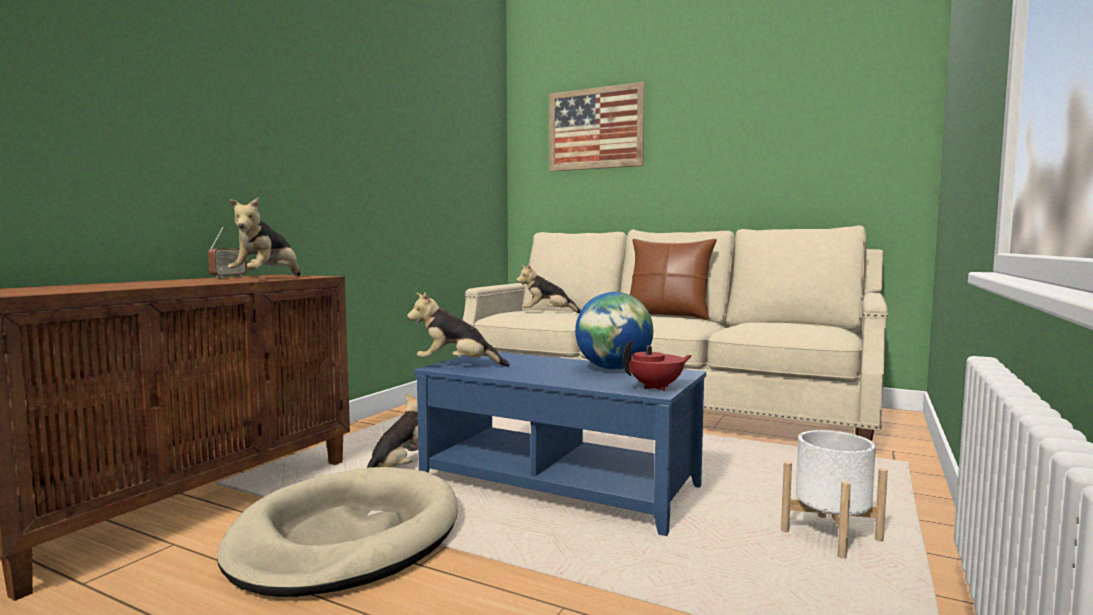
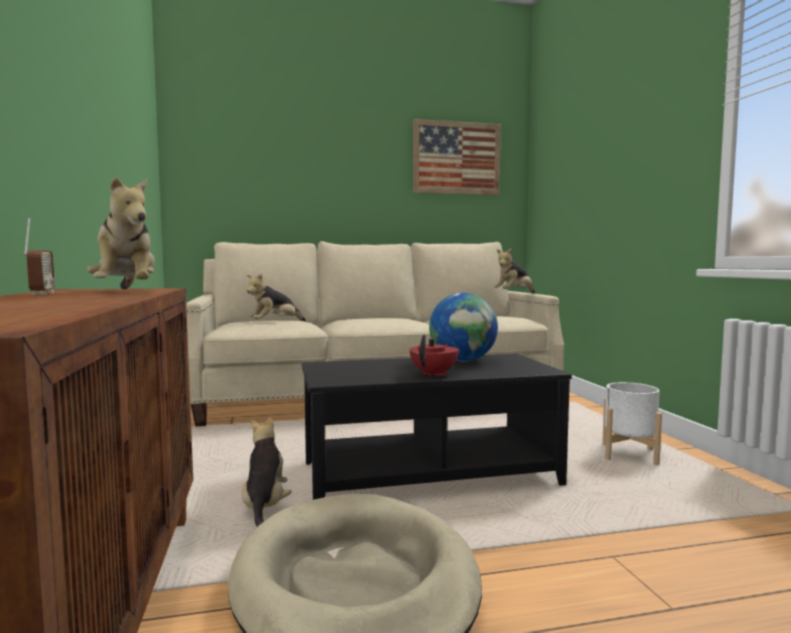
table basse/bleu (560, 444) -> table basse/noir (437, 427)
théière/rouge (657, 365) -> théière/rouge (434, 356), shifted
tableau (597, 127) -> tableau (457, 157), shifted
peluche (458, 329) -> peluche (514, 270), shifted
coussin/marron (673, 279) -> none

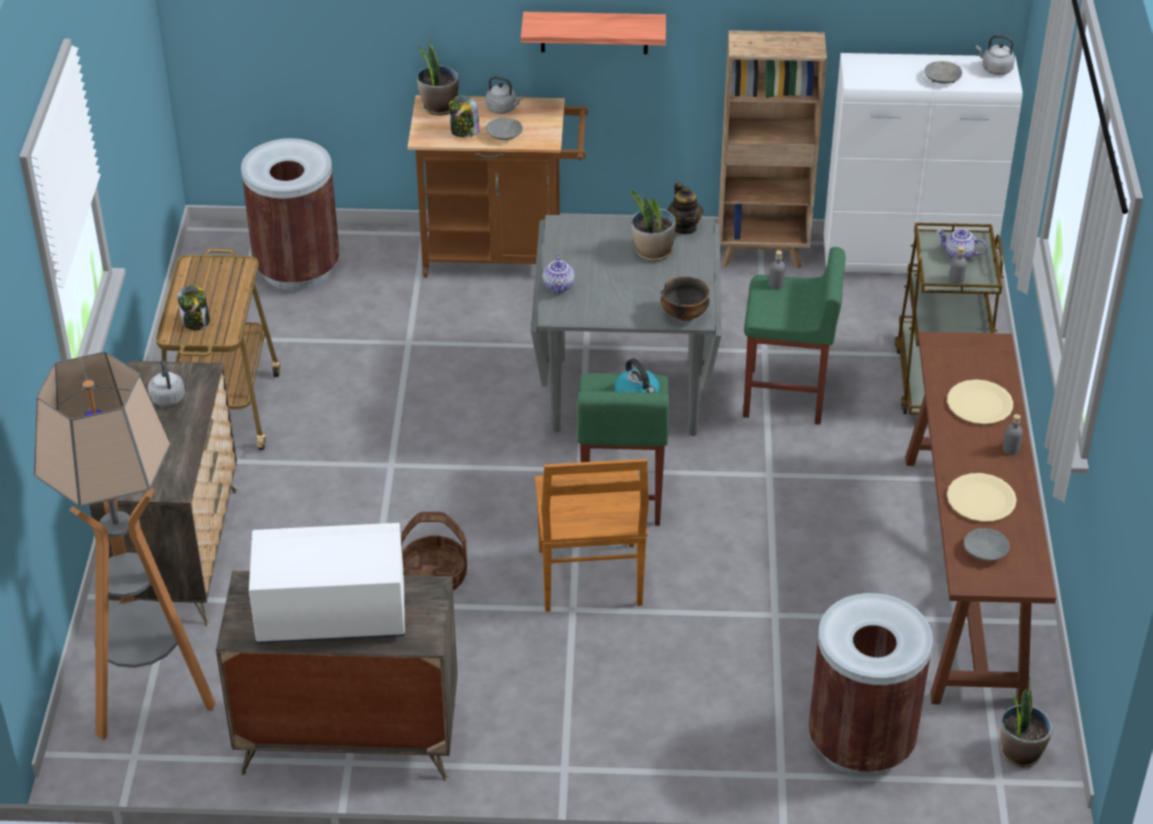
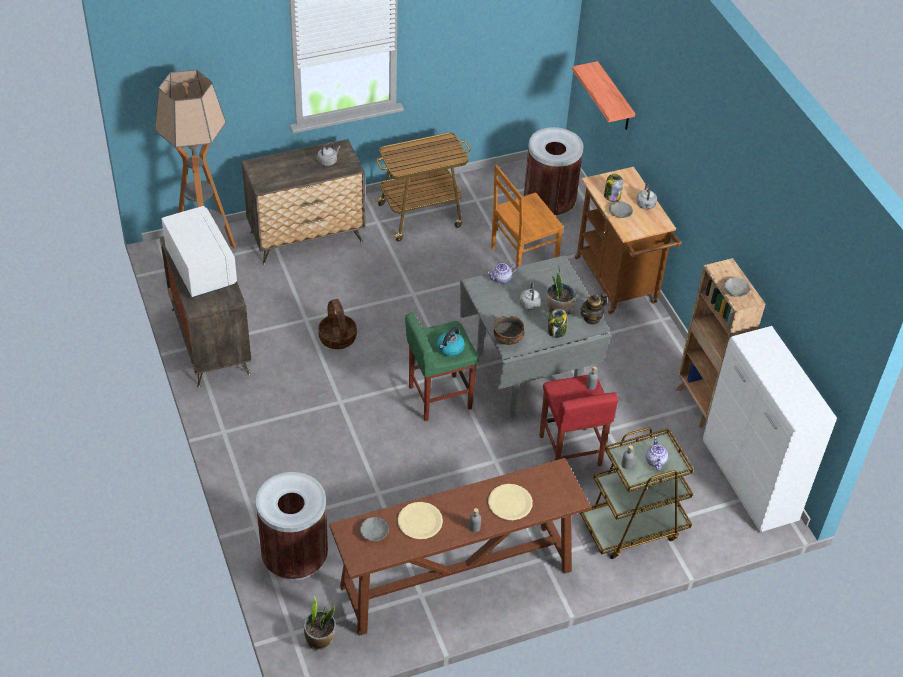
chaise/marron (592, 535) -> chaise/marron (527, 216), shifted
bouilloire/gris (995, 55) -> bouilloire/gris (530, 296), shifted
tabouret/vert (794, 336) -> tabouret/rouge (578, 421)
bocal (193, 308) -> bocal (557, 323), shifted
étagère (593, 33) -> étagère (603, 95), shifted
bol/gris (943, 72) -> bol/gris (737, 287), shifted
plante en pot (438, 76) -> none

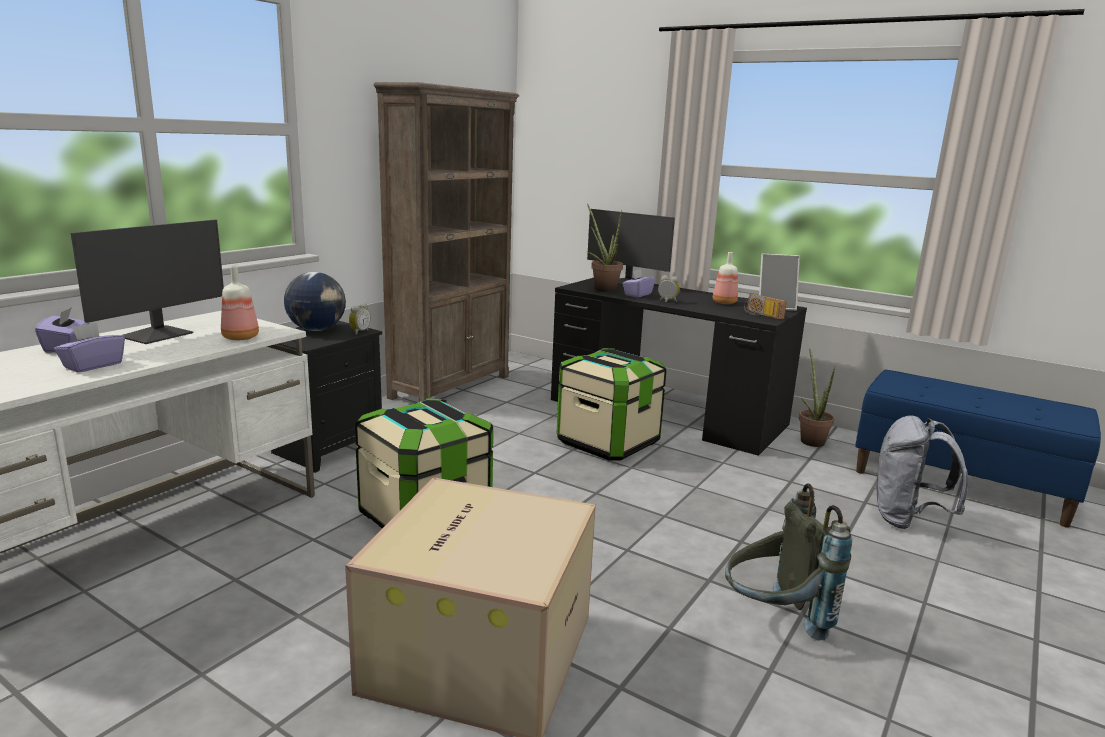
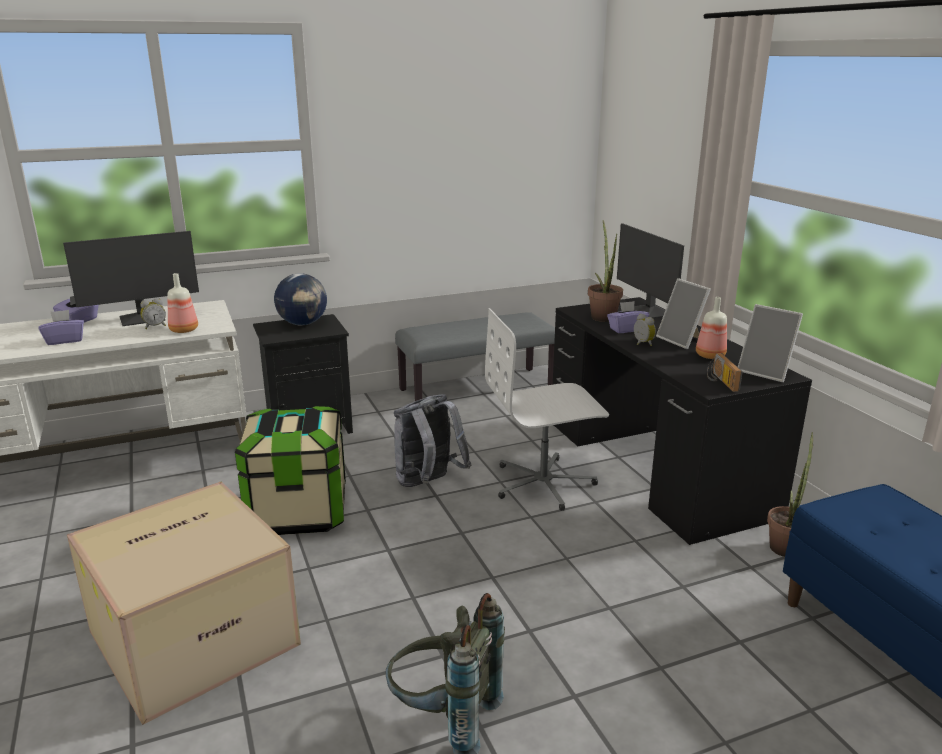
réveil (360, 319) -> réveil (153, 313), shifted
sac à dos/gris (921, 472) -> sac à dos/gris (433, 440), shifted
bibliothèque/marron (446, 242) -> banc/gris (475, 356)
boîte de rangement (611, 404) -> chaise de bureau/blanc (547, 409)
none -> cadre photo (683, 313)

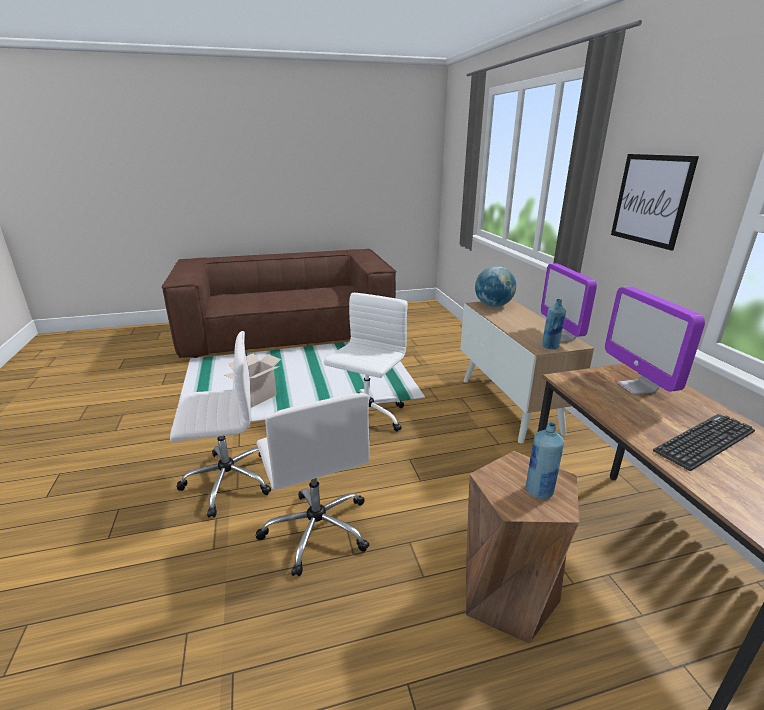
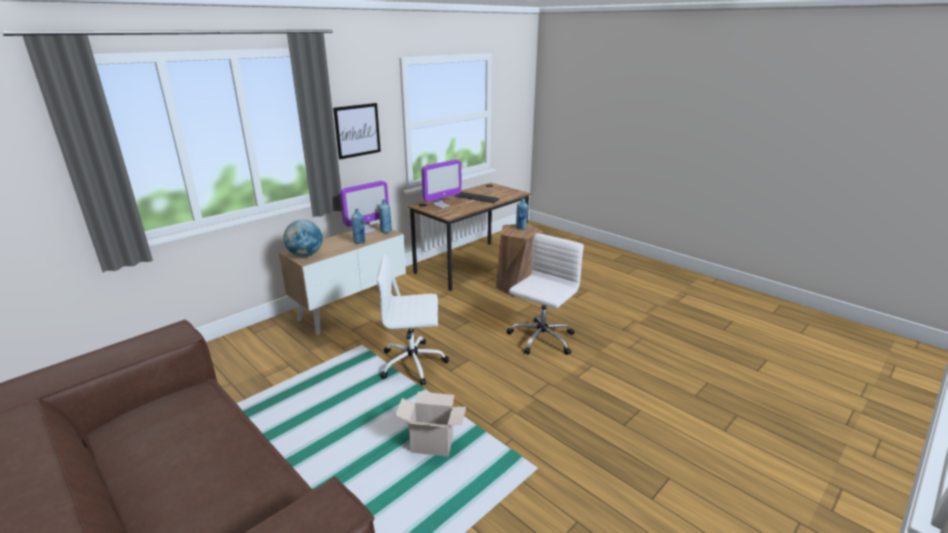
none -> bouteille/bleu (358, 226)
chaise de bureau/blanc (220, 424) -> none

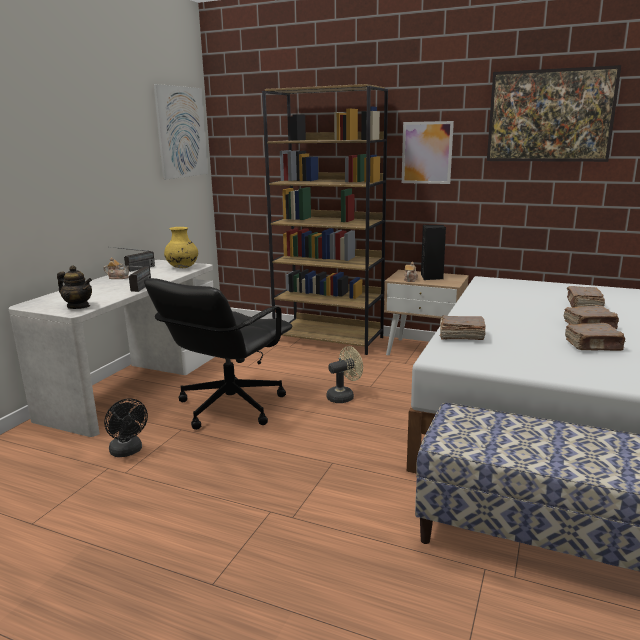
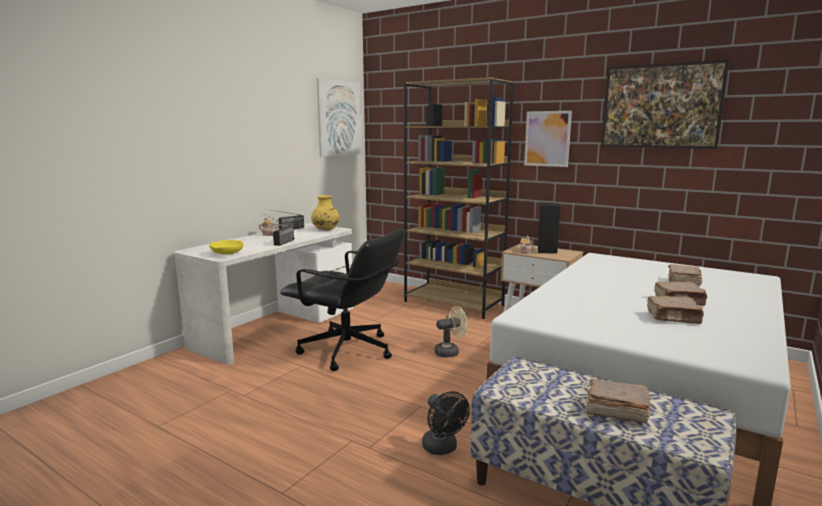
théière (74, 287) -> bol/jaune (226, 247)
chaise de bureau/noir (218, 354) -> chaise de bureau/noir (342, 300), 105 degrees counterclockwise
ventilateur/noir (126, 427) -> ventilateur/noir (446, 423), shifted
livre/marron (462, 327) -> livre/marron (618, 401), shifted

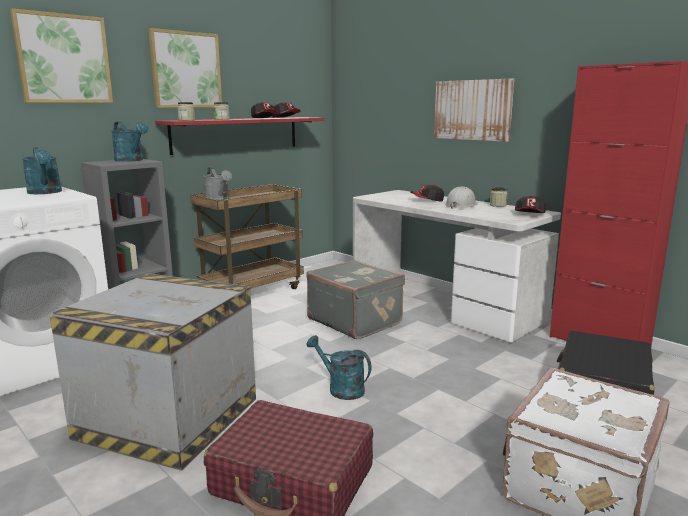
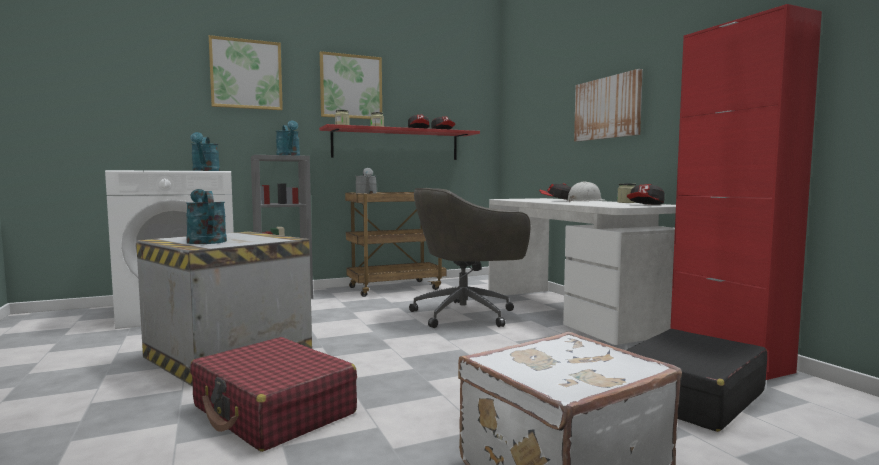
arrosoir/turquoise (339, 367) -> arrosoir/turquoise (206, 216), shifted
valise/gris (355, 299) -> chaise de bureau/gris (469, 258)

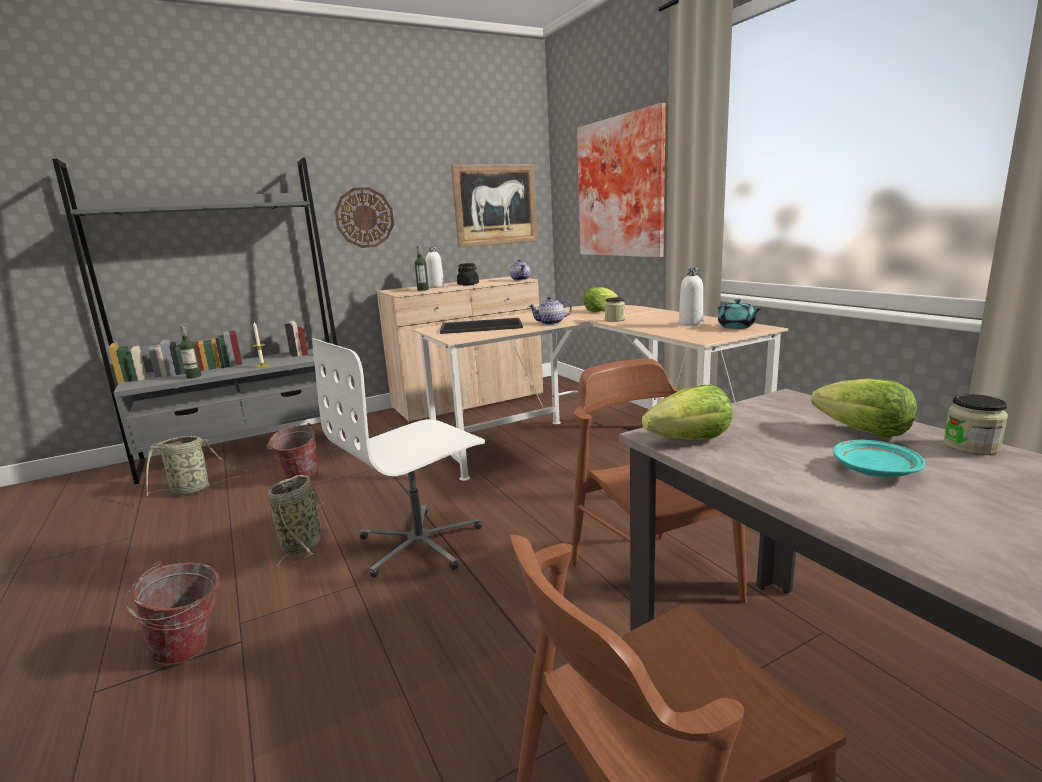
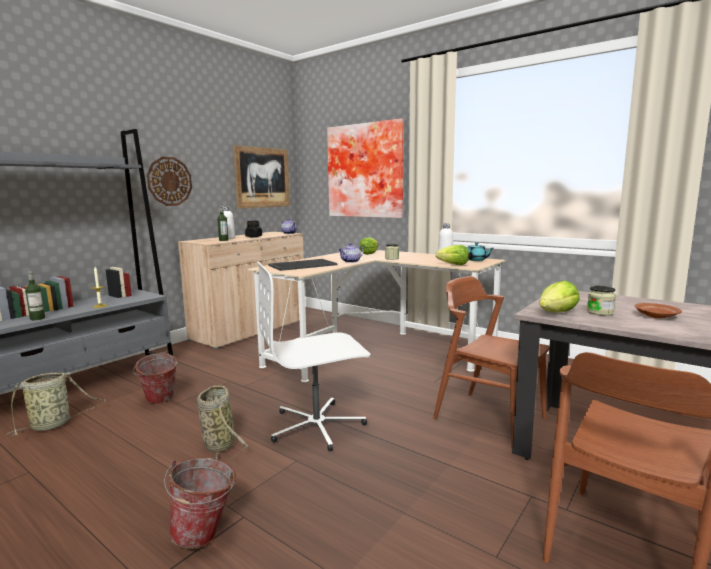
chaise de bureau/blanc (398, 458) -> chaise de bureau/blanc (314, 356), 45 degrees clockwise
laitue (864, 407) -> laitue (452, 255), shifted
bocal (975, 424) -> bocal (601, 301), shifted
assiette/turquoise (879, 458) -> assiette/marron (658, 310)

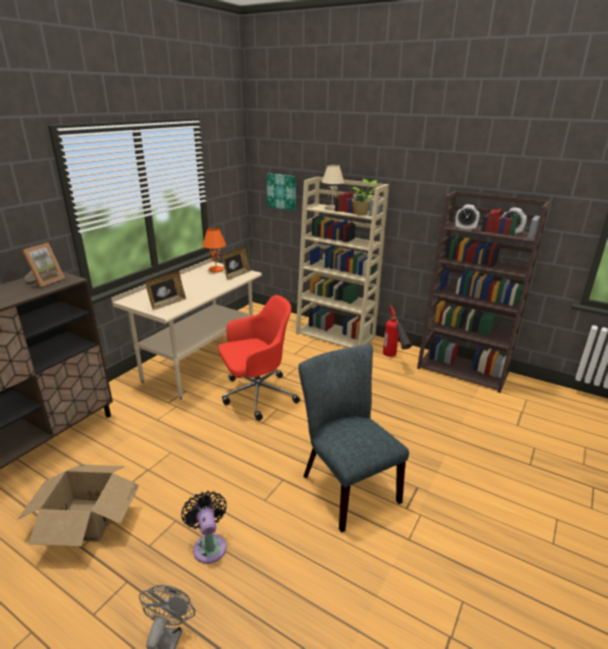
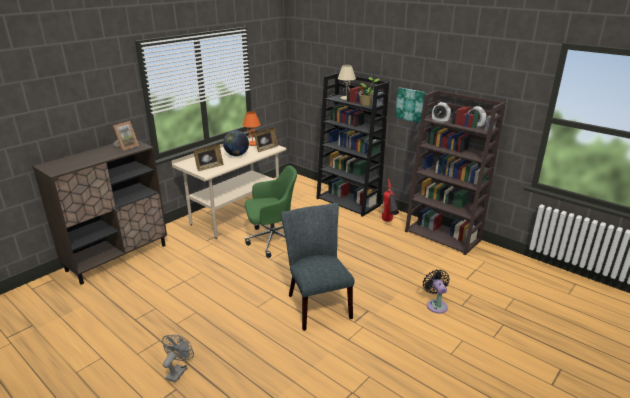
none -> globe (236, 143)
chaise de bureau/rouge (259, 358) -> chaise de bureau/vert (271, 211)
bibliothèque/beige (342, 262) -> bibliothèque/noir (352, 145)
tableau (281, 192) -> tableau (410, 105), shifted
ventilateur/noir (204, 527) -> ventilateur/noir (436, 291), shifted
carton (78, 505) -> none

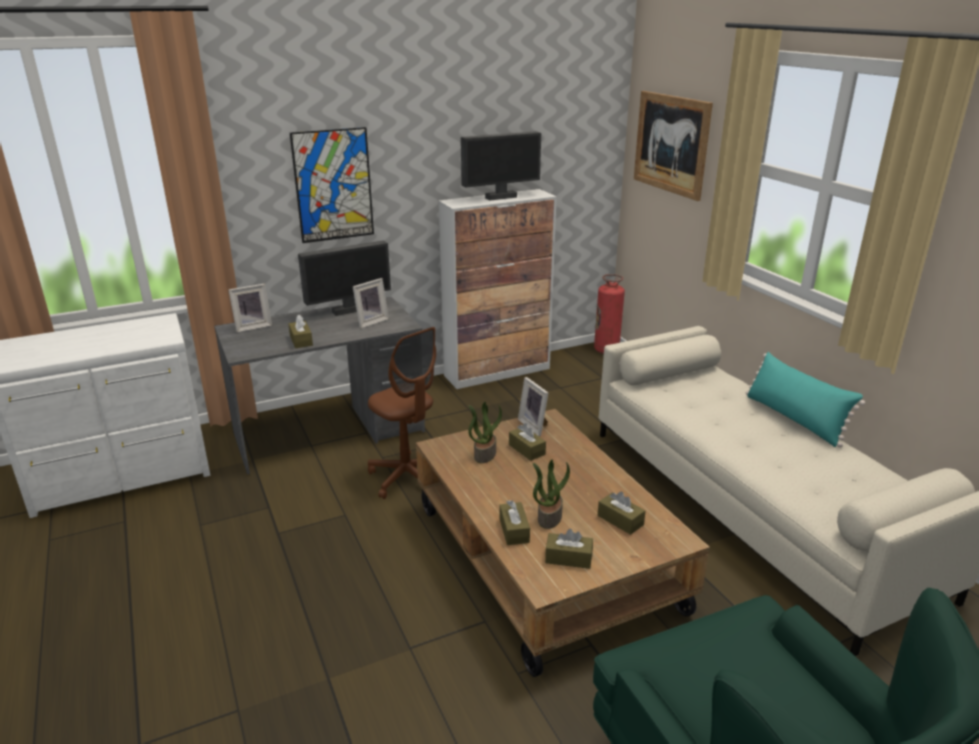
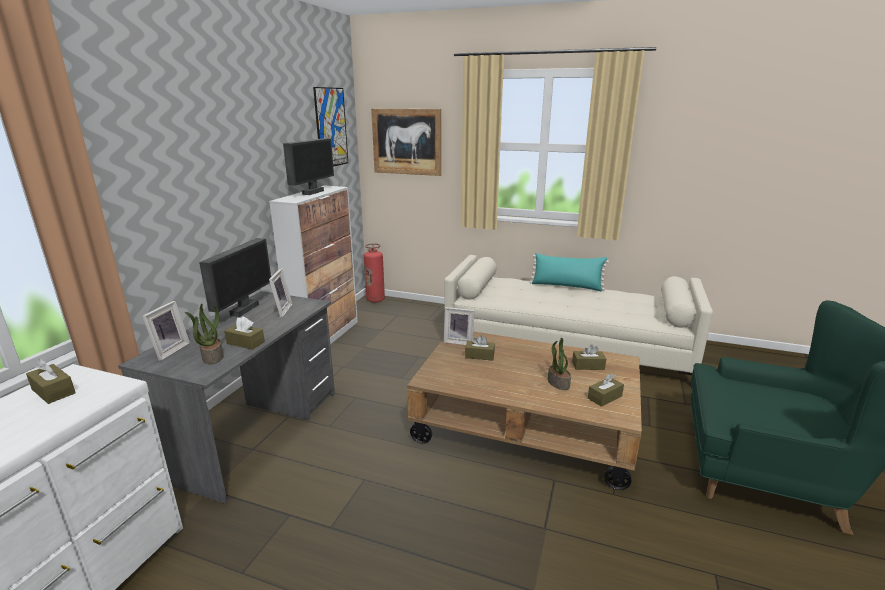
boîte à mouchoirs/marron (515, 522) -> boîte à mouchoirs/marron (51, 381), shifted
plante en pot (485, 432) -> plante en pot (204, 334), shifted
tableau (332, 185) -> tableau (330, 127), shifted
chaise de bureau/marron (402, 413) -> none

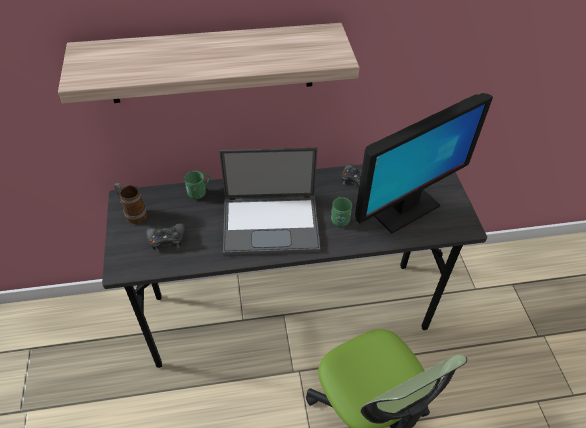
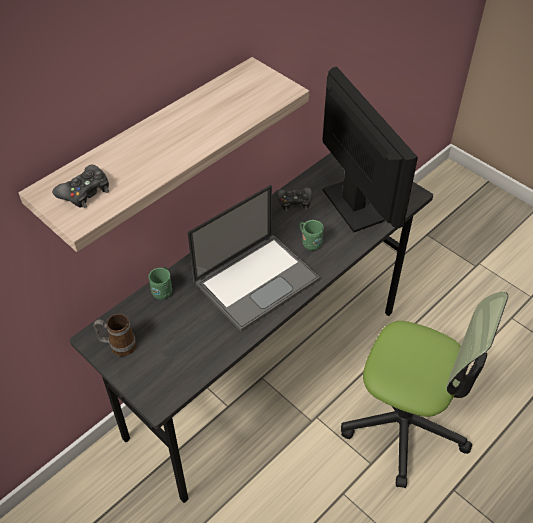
manette/noir (165, 237) -> manette/noir (80, 186), shifted
écran d'ordinateur (424, 163) -> écran d'ordinateur (370, 149), 45 degrees counterclockwise

